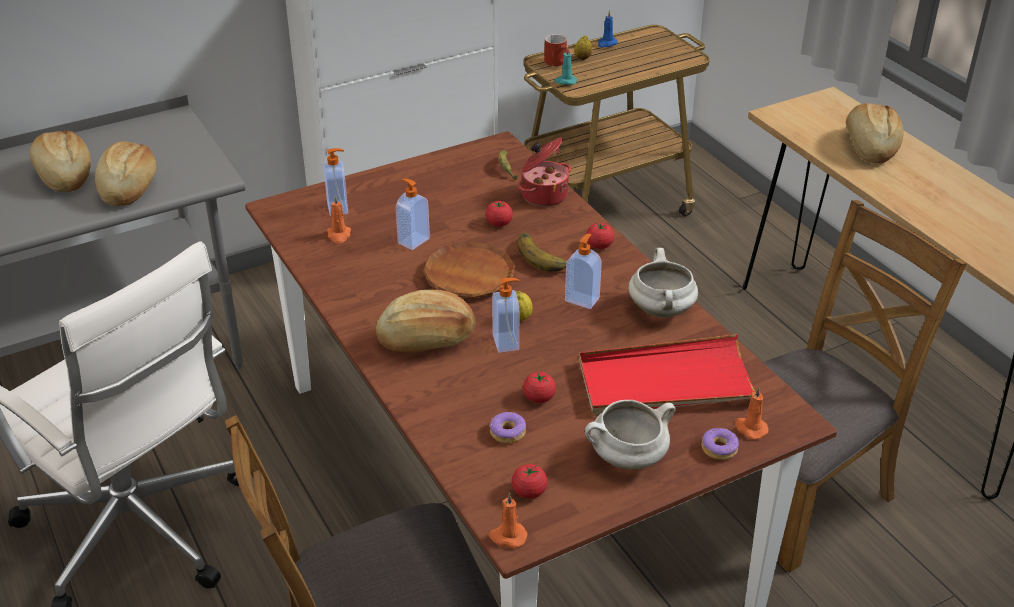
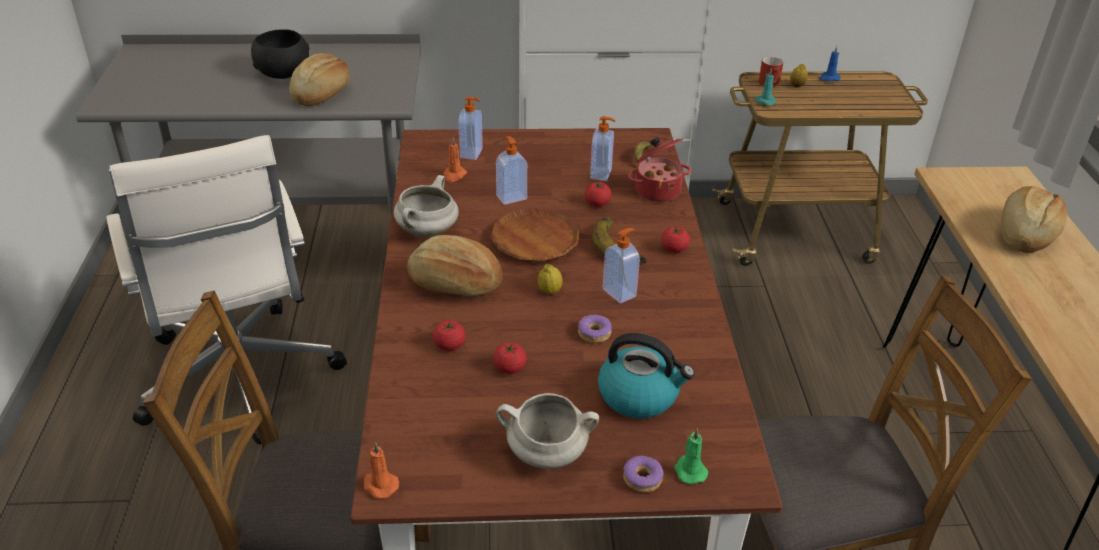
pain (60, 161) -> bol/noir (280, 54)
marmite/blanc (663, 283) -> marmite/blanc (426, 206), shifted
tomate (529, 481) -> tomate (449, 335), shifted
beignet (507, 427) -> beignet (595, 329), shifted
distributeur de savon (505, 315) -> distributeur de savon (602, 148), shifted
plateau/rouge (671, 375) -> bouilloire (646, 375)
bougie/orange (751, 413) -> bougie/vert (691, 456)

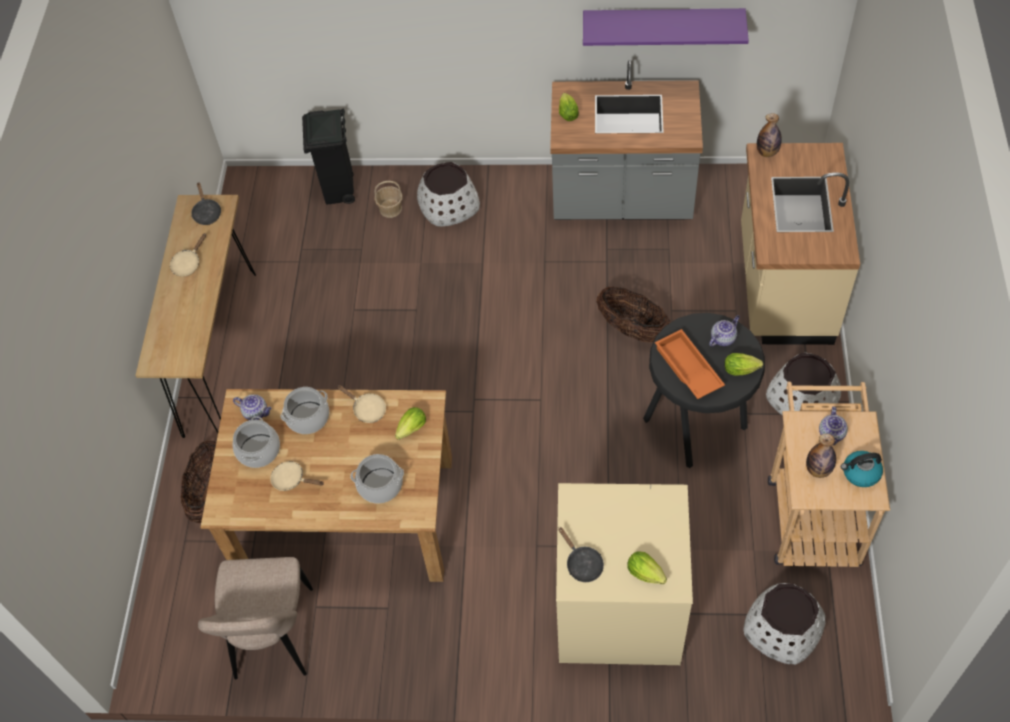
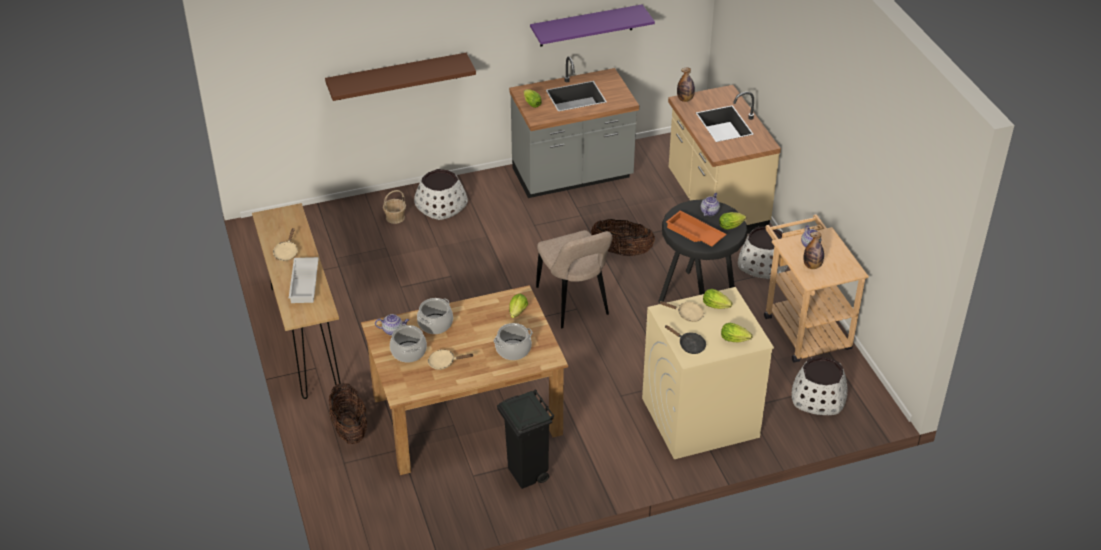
none -> plateau/blanc (304, 280)
none -> étagère/marron (400, 77)
poubelle/noir (328, 157) -> poubelle/noir (525, 439), shifted
chaise/beige (255, 618) -> chaise/beige (574, 279), shifted
poêle/beige (361, 404) -> poêle/beige (681, 311), shifted
none -> laitue (718, 299)
poêle/noir (206, 204) -> none
bouilloire (862, 469) -> none

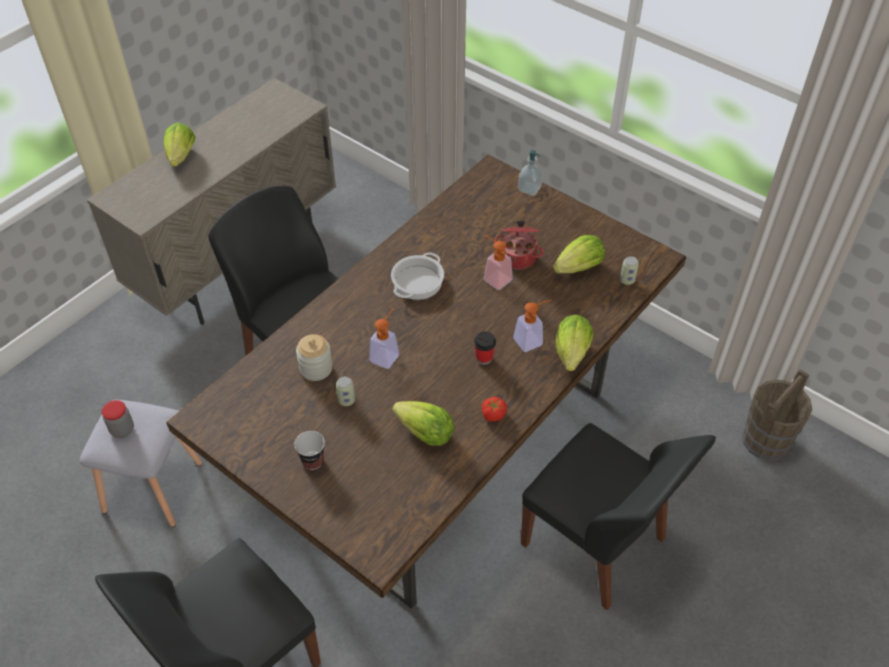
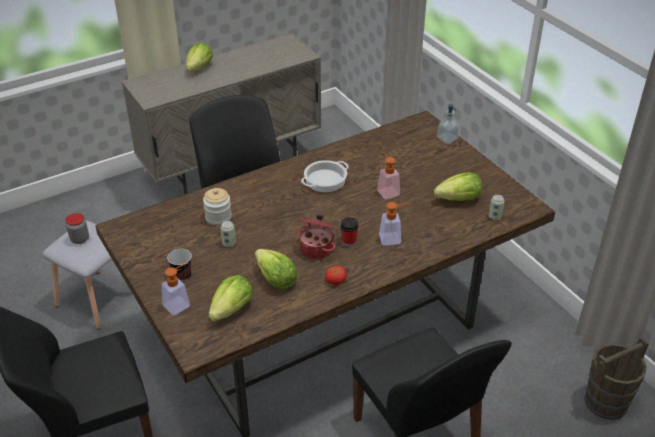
distributeur de savon (384, 339) -> distributeur de savon (176, 288), shifted
laitue (574, 343) -> laitue (230, 298), shifted
marmite (519, 245) -> marmite (317, 237), shifted

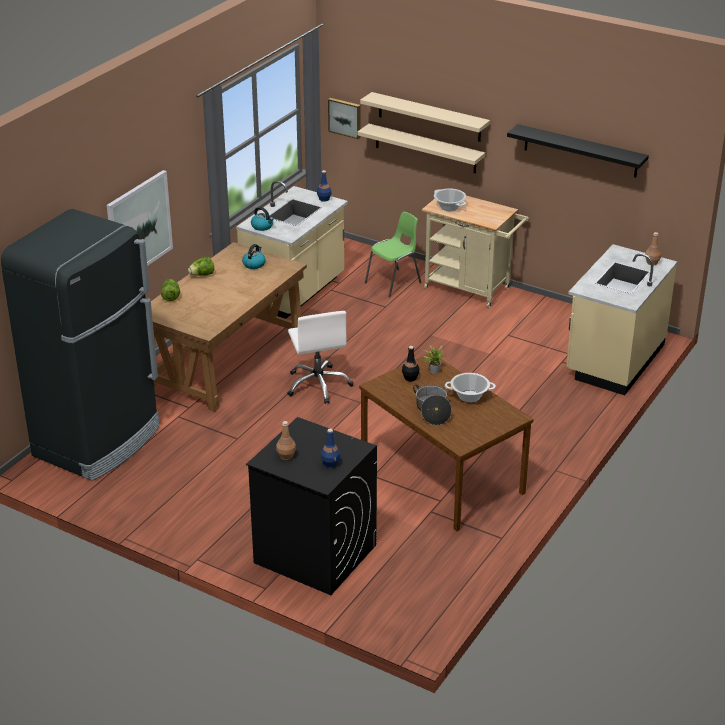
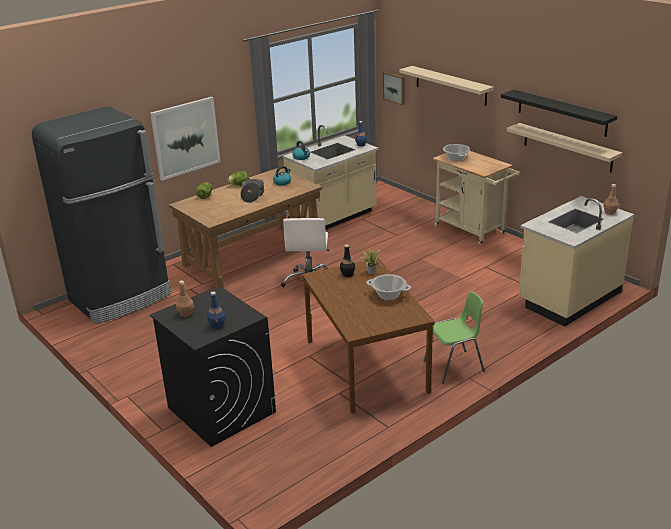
marmite (432, 405) -> marmite (252, 190), shifted
chaise/vert (393, 255) -> chaise/vert (454, 337), shifted
étagère/beige (421, 148) -> étagère/beige (564, 148), shifted

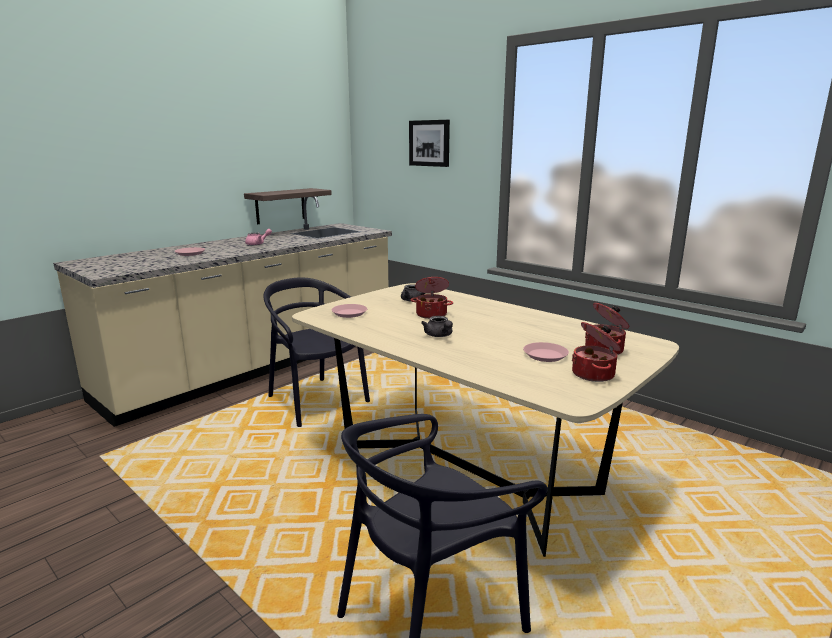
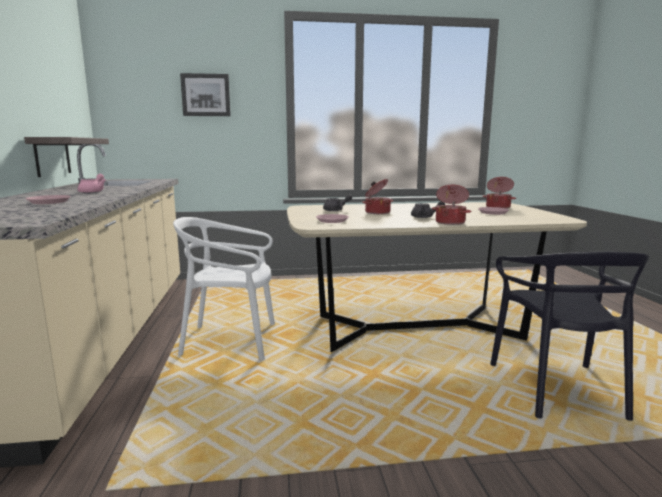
chaise/noir (316, 352) -> chaise/blanc (224, 288)
marmite (596, 352) -> marmite (451, 205), shifted

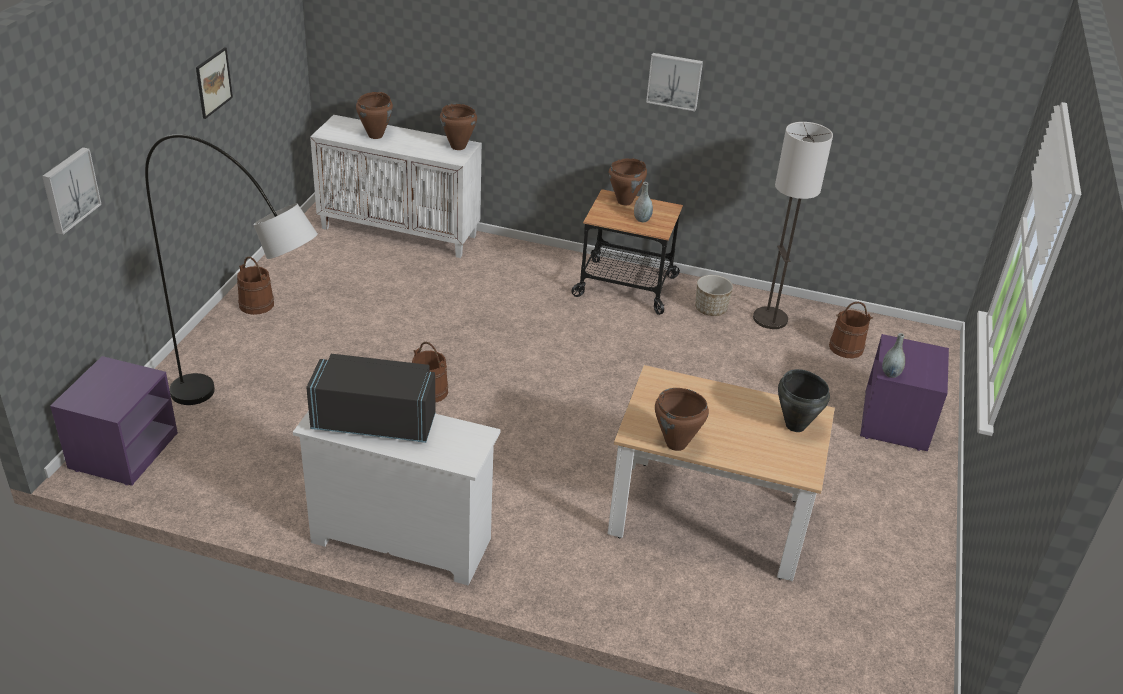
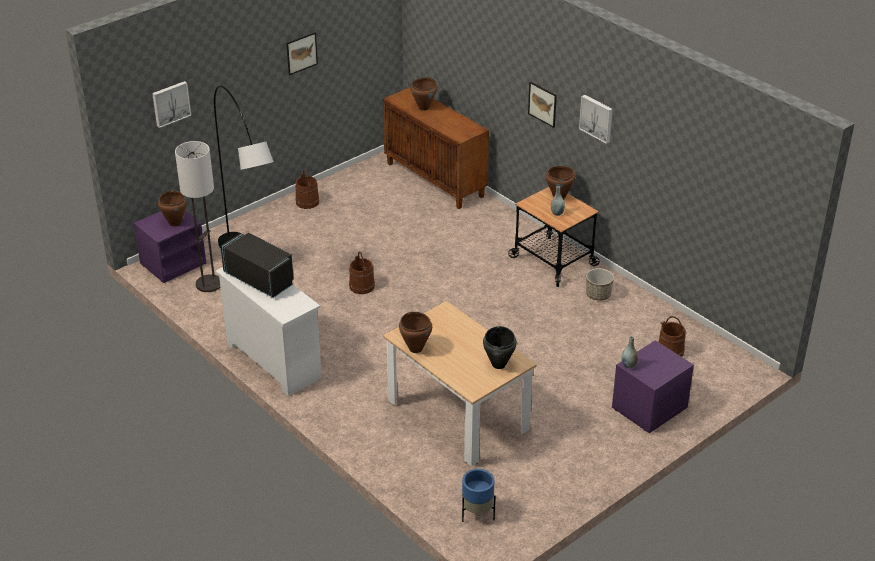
marmite/marron (458, 127) -> marmite/marron (172, 209), shifted
lampadaire (793, 225) -> lampadaire (198, 216), shifted
meuble de rangement/blanc (396, 186) -> meuble de rangement/marron (436, 148)
none -> cache-pot/bleu (478, 495)
none -> tableau (542, 105)

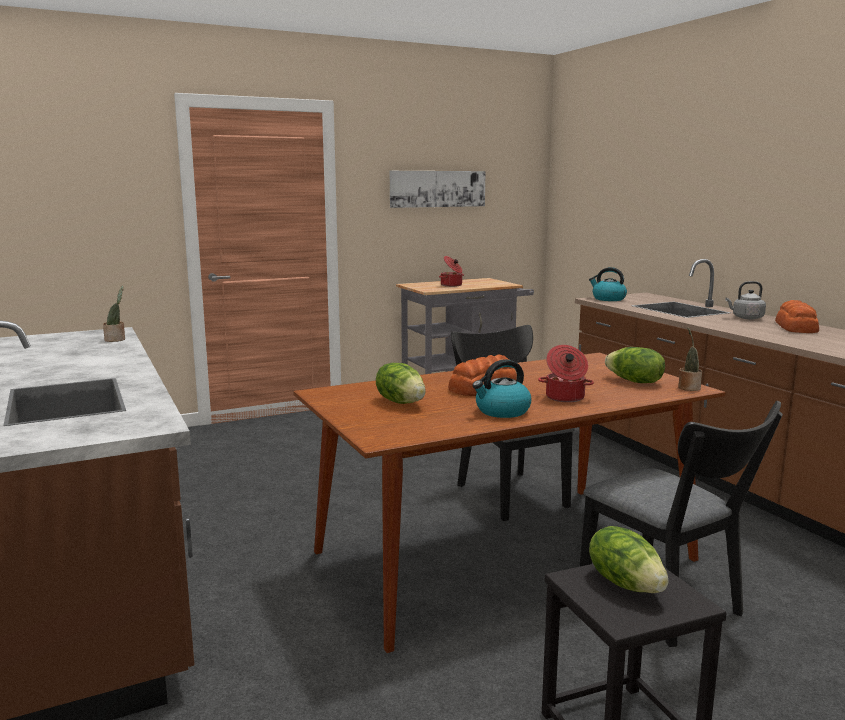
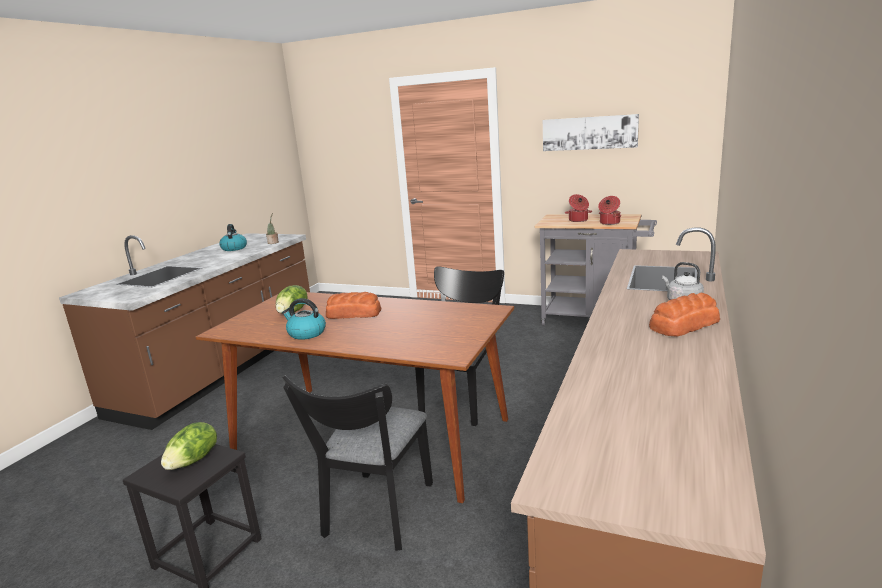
bouilloire (608, 284) -> bouilloire (233, 237), shifted
marmite (566, 373) -> marmite (609, 210), shifted
laitue (635, 365) -> none
plante en pot (690, 359) -> none

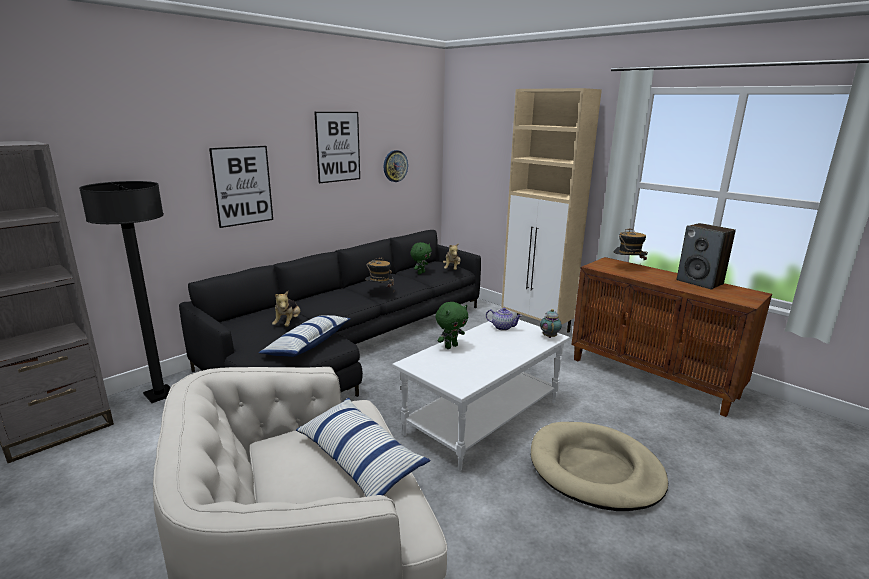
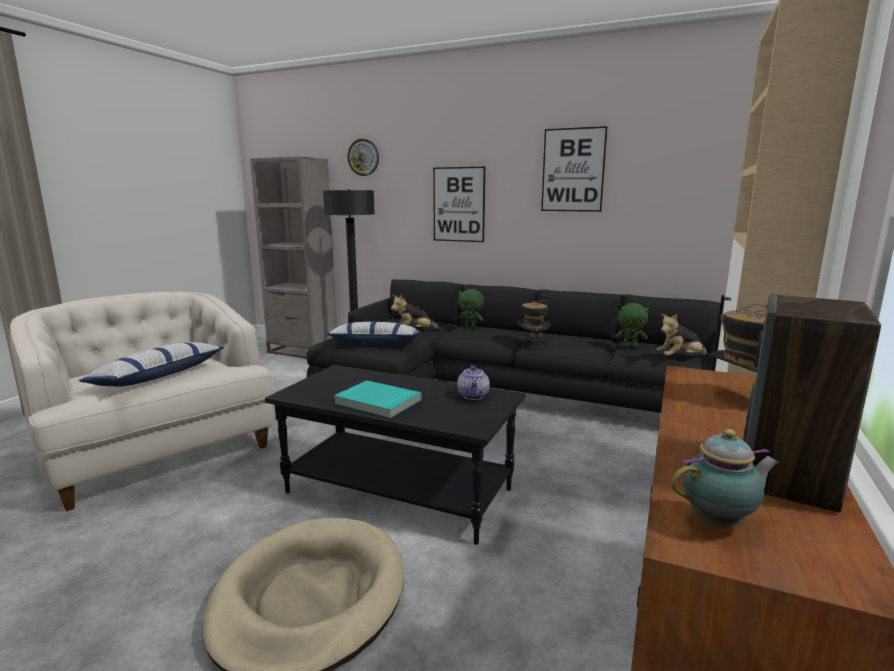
table basse/blanc (481, 395) -> table basse/noir (395, 455)
none -> livre/turquoise (378, 399)
horloge murale (396, 166) -> horloge murale (363, 157), shifted
peluche/vert (451, 325) -> peluche/vert (471, 309), shifted
théière (551, 323) -> théière (725, 478), shifted

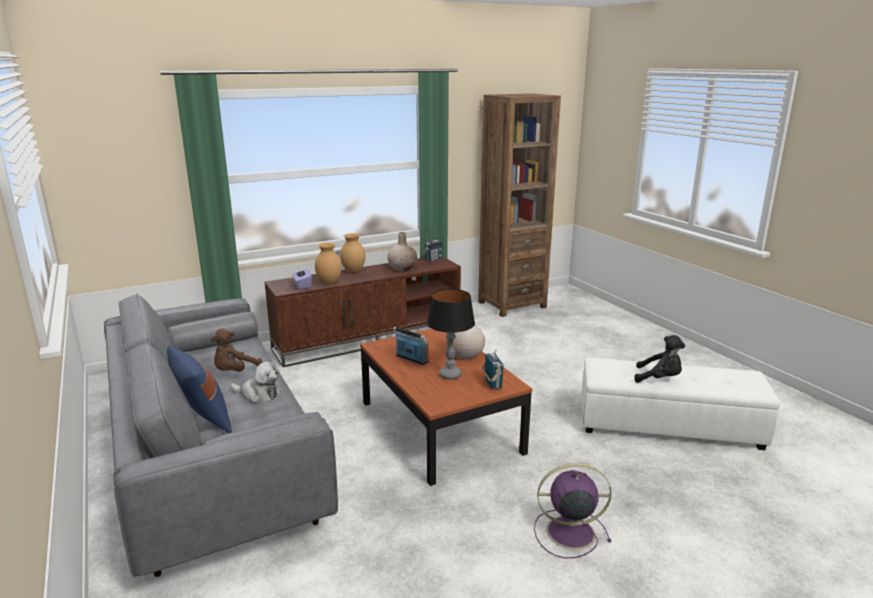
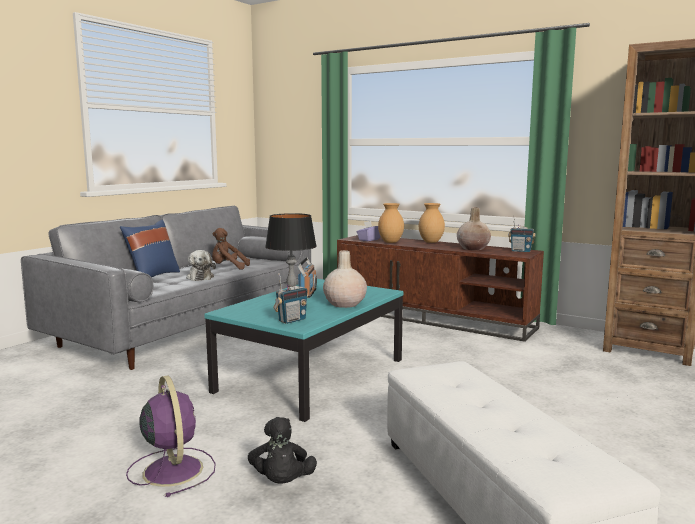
table basse/marron (446, 407) -> table basse/turquoise (304, 350)
peluche/noir (659, 359) -> peluche/noir (282, 450), shifted

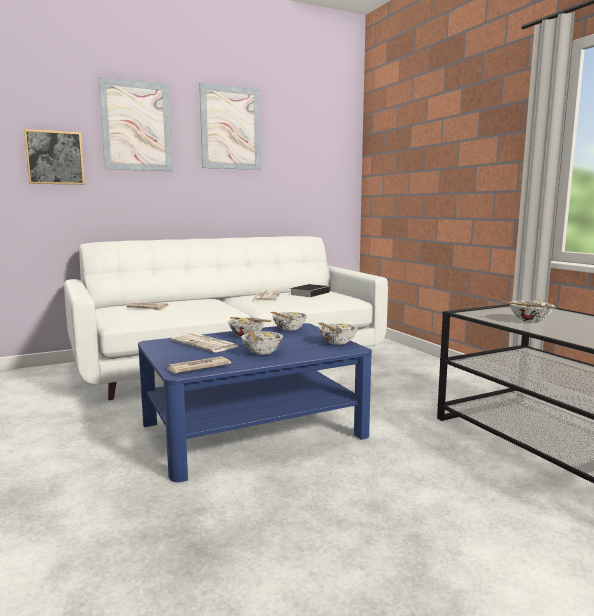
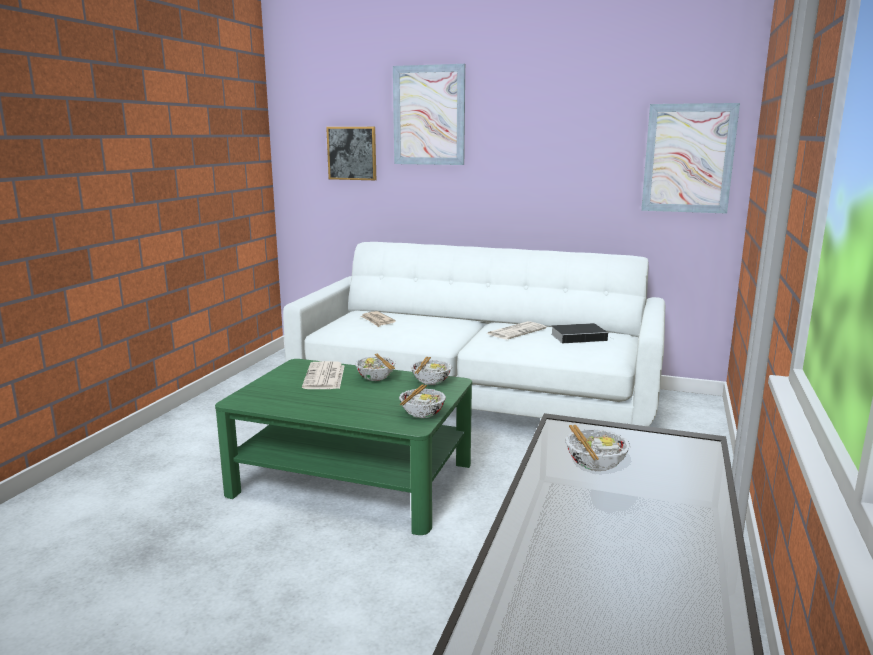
table basse/bleu (255, 402) -> table basse/vert (343, 447)
tableau (230, 126) -> tableau (690, 158), shifted
journal (199, 364) -> none
bol (262, 342) -> none

